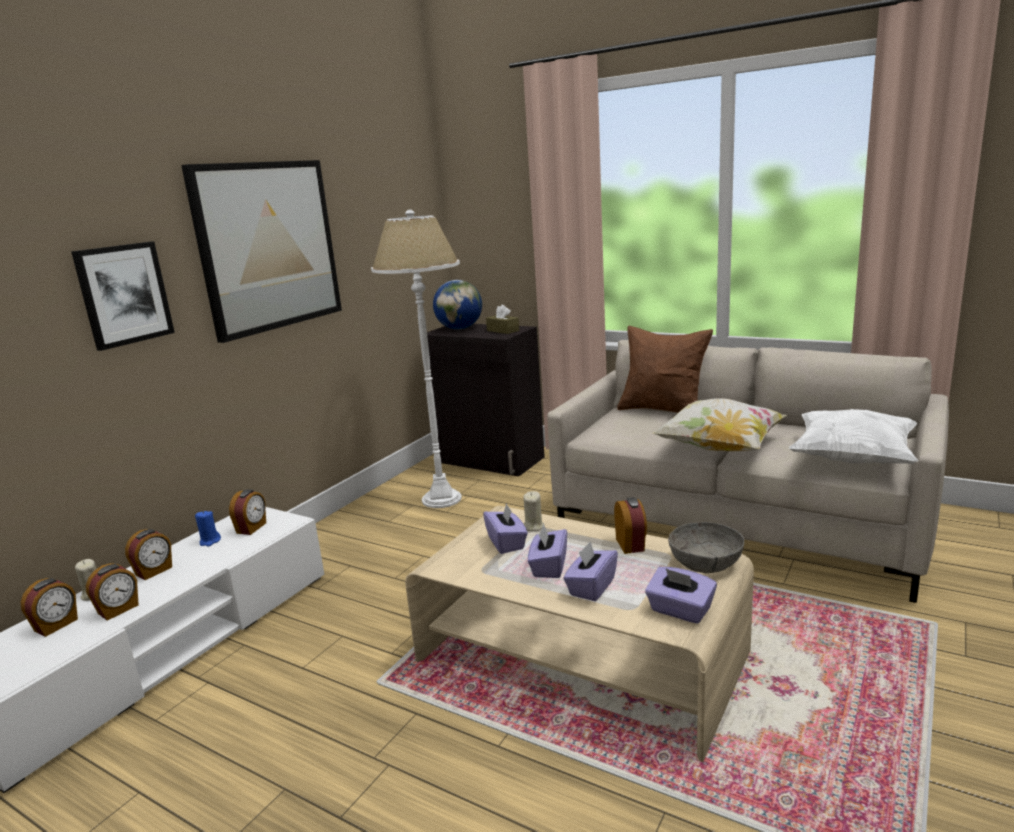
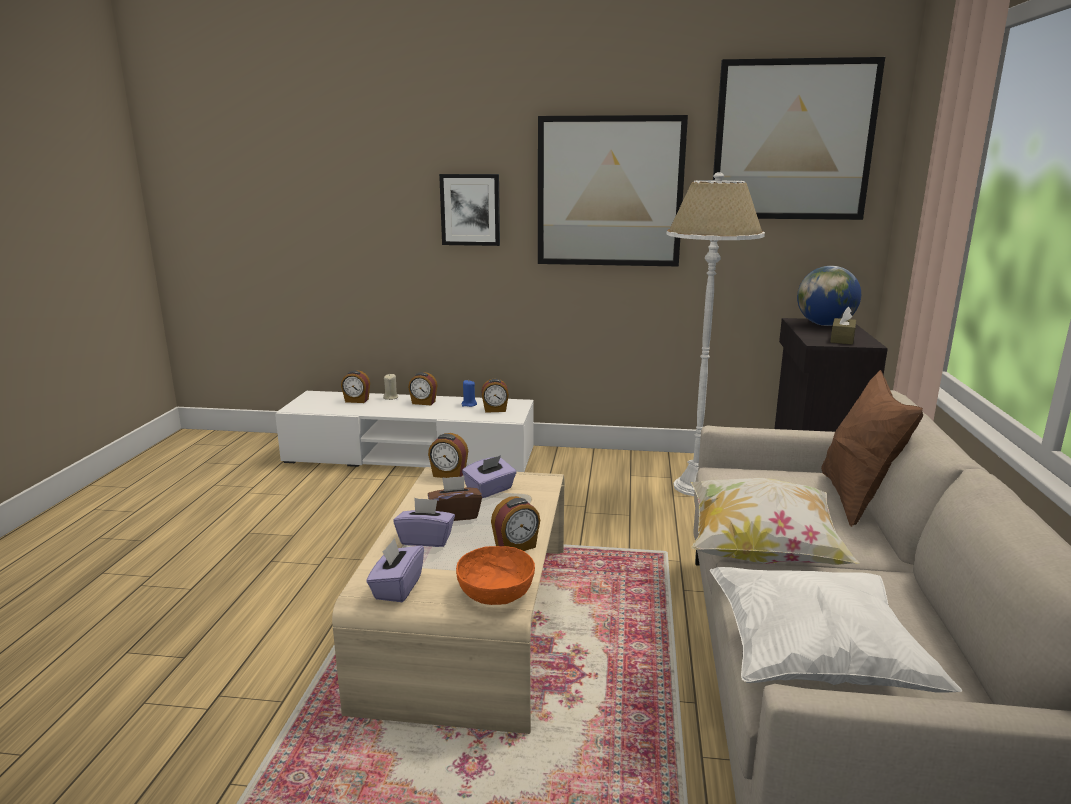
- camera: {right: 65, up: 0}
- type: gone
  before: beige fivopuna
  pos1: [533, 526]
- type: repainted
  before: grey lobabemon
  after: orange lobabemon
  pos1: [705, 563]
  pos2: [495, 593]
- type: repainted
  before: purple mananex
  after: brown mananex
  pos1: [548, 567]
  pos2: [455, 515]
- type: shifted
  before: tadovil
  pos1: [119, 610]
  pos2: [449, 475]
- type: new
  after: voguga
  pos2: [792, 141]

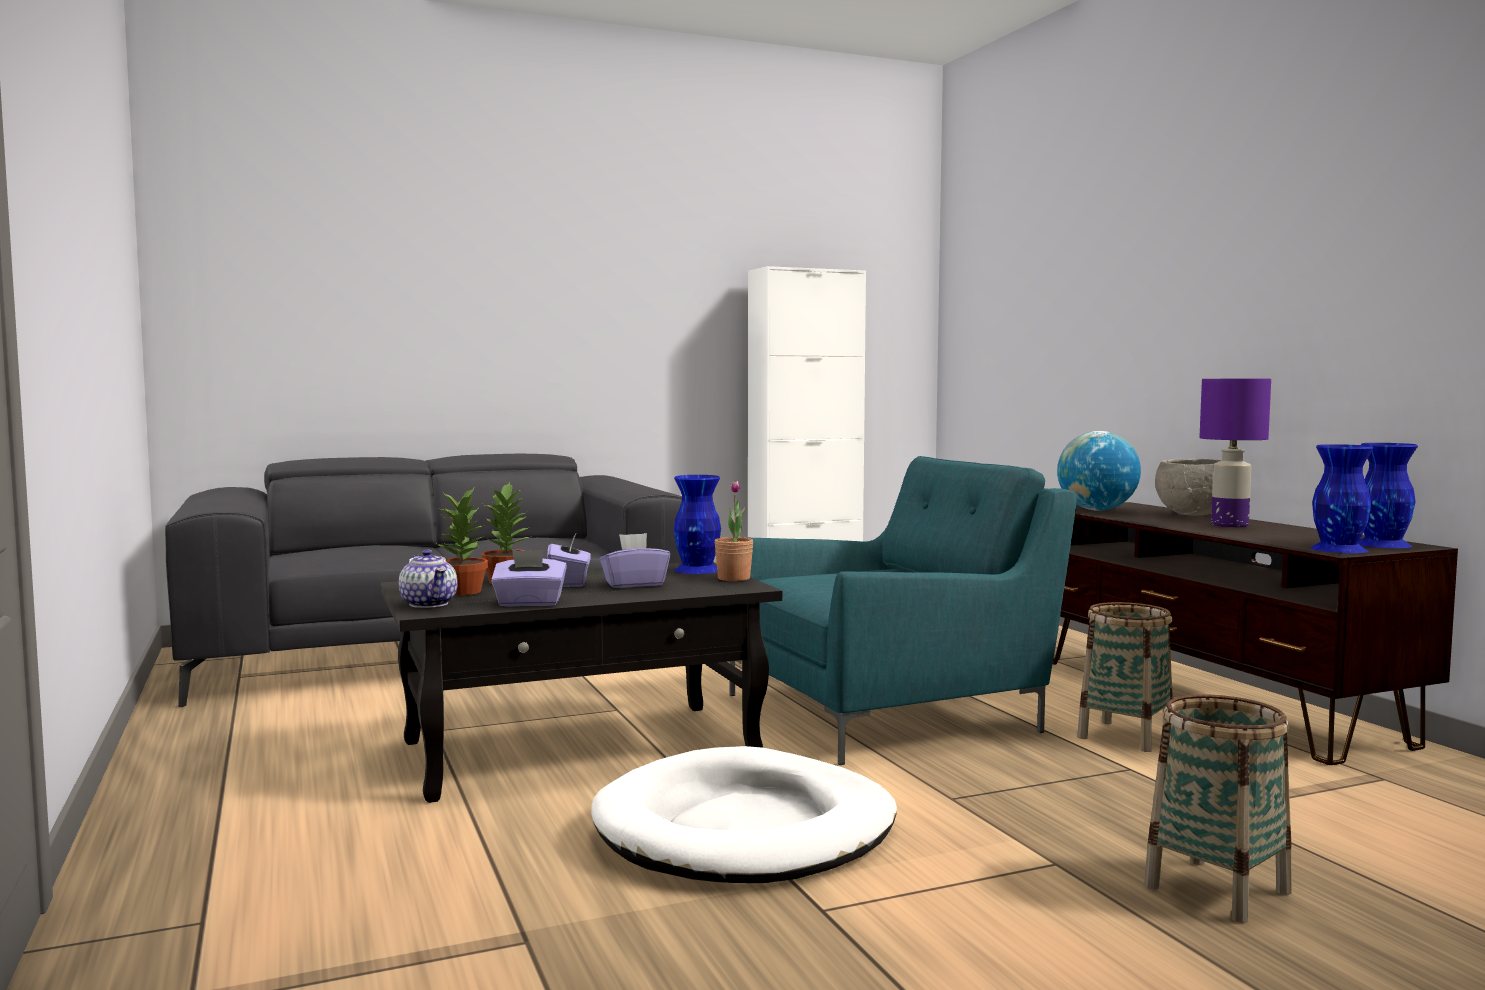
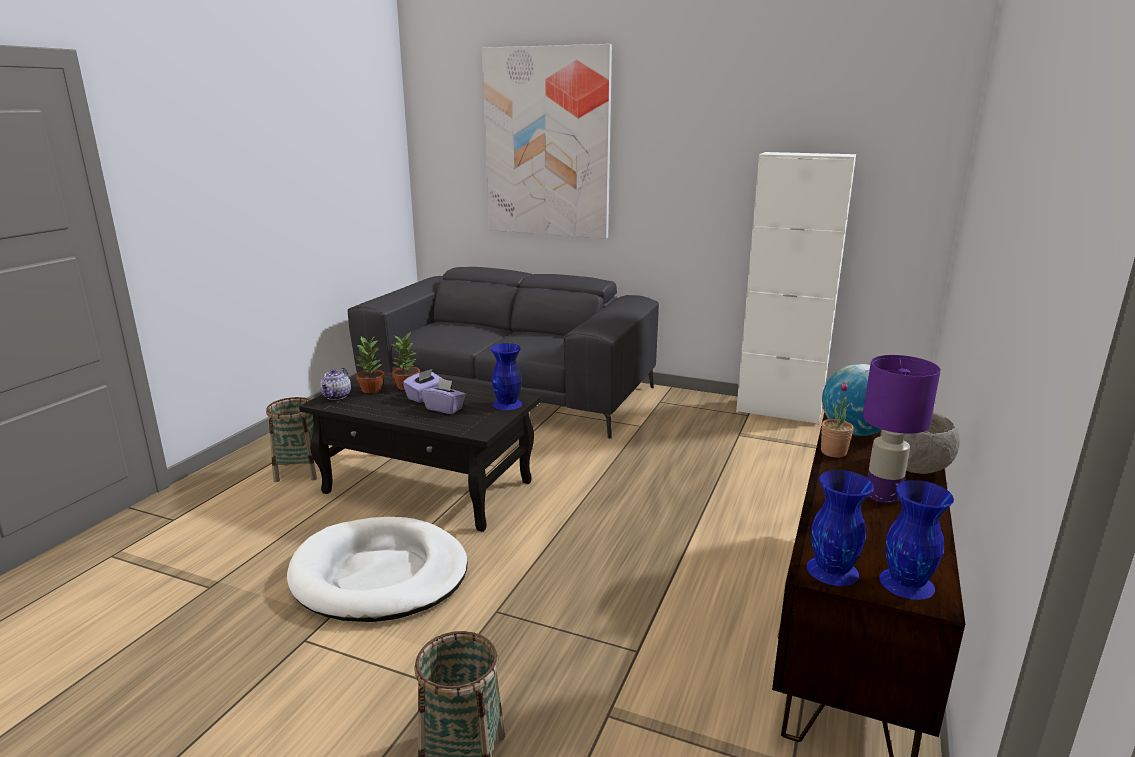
- camera: {right: 45, up: 15}
- type: gone
  before: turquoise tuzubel
  pos1: [890, 711]
- type: shifted
  before: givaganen
  pos1: [733, 578]
  pos2: [833, 452]
- type: gone
  before: purple mananex
  pos1: [529, 603]
- type: shifted
  before: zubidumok
  pos1: [1125, 736]
  pos2: [299, 471]
- type: new
  after: voguga
  pos2: [547, 143]

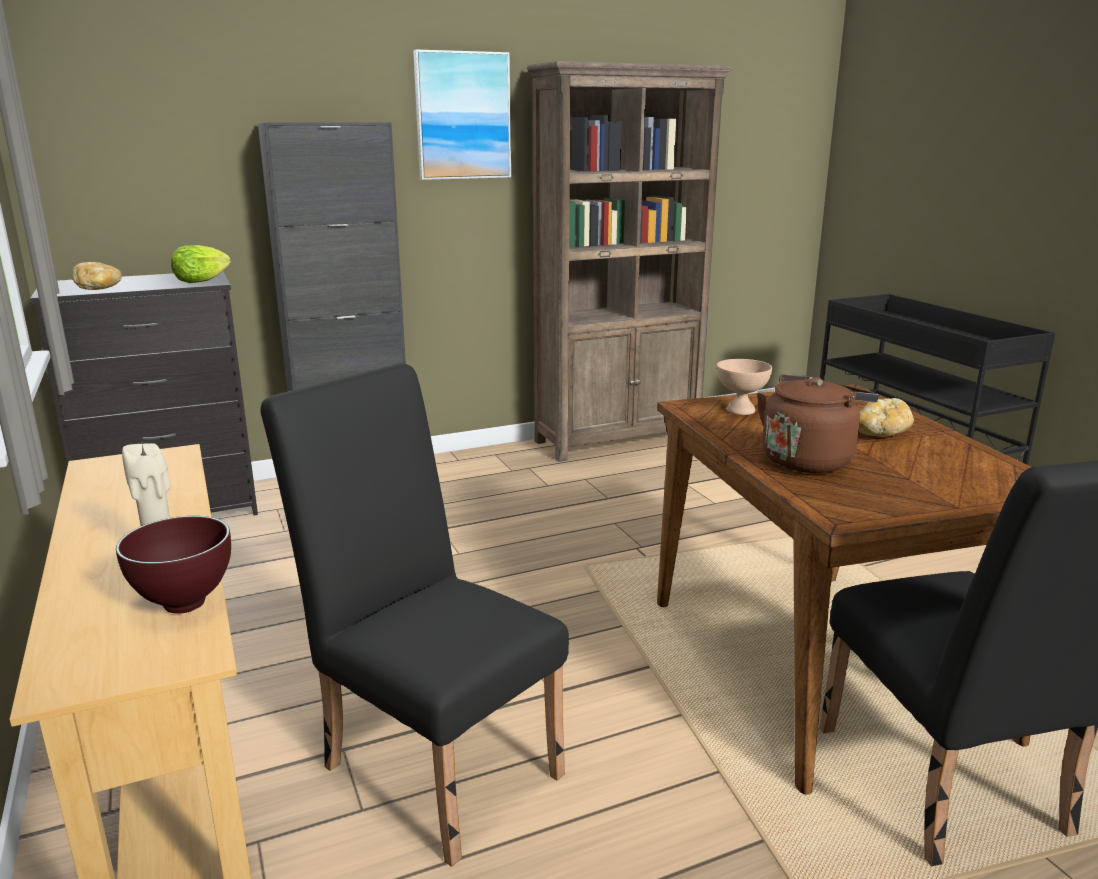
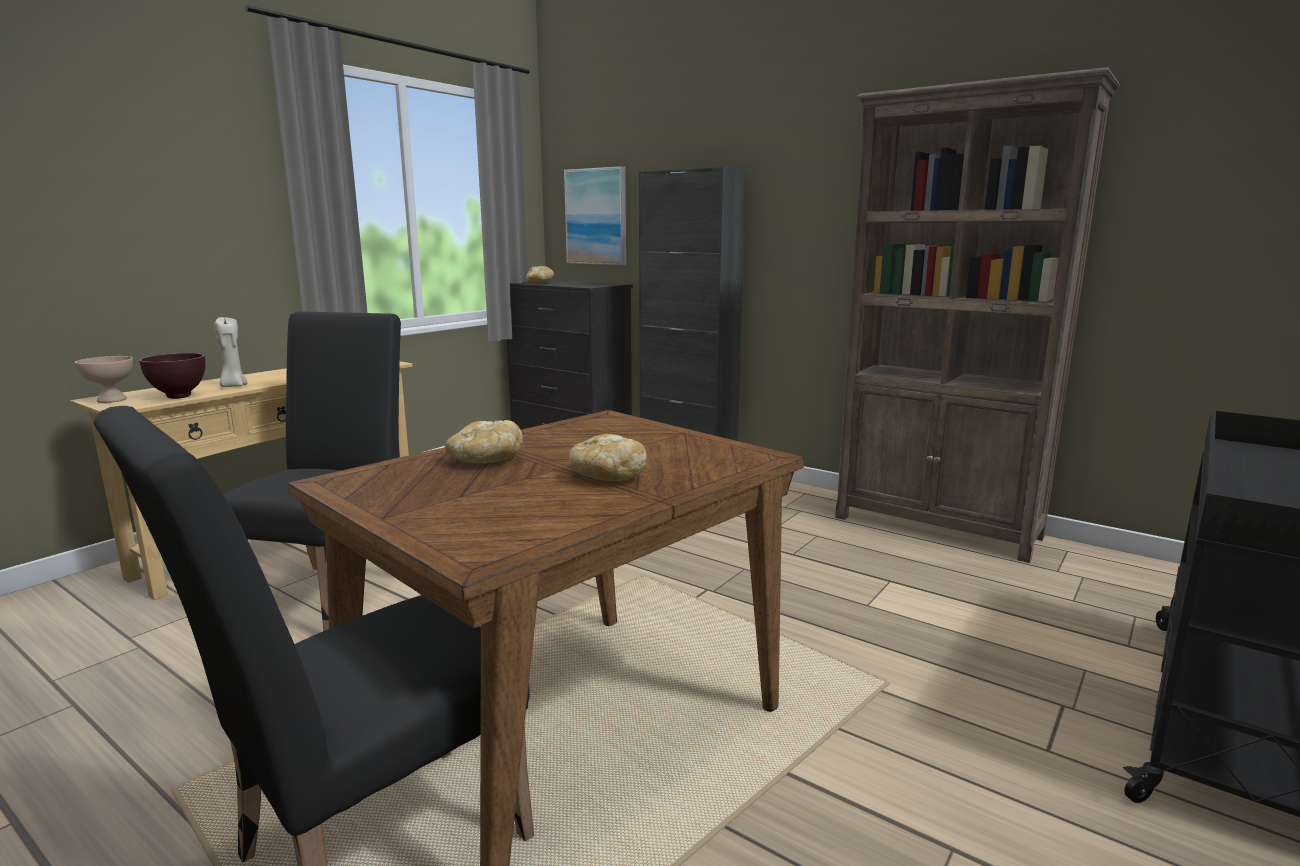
- camera: {right: 60, up: -5}
- type: shifted
  before: voguga
  pos1: [463, 116]
  pos2: [596, 217]
- type: gone
  before: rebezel
  pos1: [200, 281]
- type: shifted
  before: beige lobabemon
  pos1: [740, 410]
  pos2: [113, 400]
- type: swapped
  before: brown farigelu
  after: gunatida
  pos1: [809, 460]
  pos2: [485, 461]

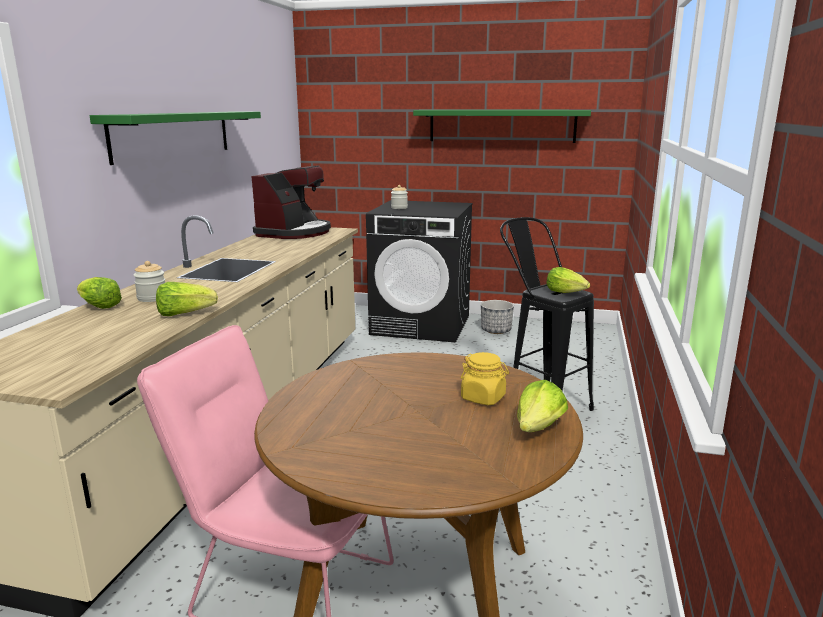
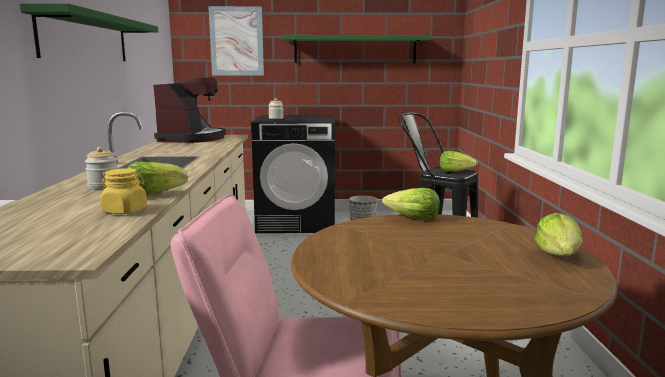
- camera: {right: -15, up: -5}
- type: shifted
  before: rebezel
  pos1: [98, 306]
  pos2: [412, 218]
- type: shifted
  before: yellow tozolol
  pos1: [483, 398]
  pos2: [125, 211]
- type: new
  after: voguga
  pos2: [236, 41]

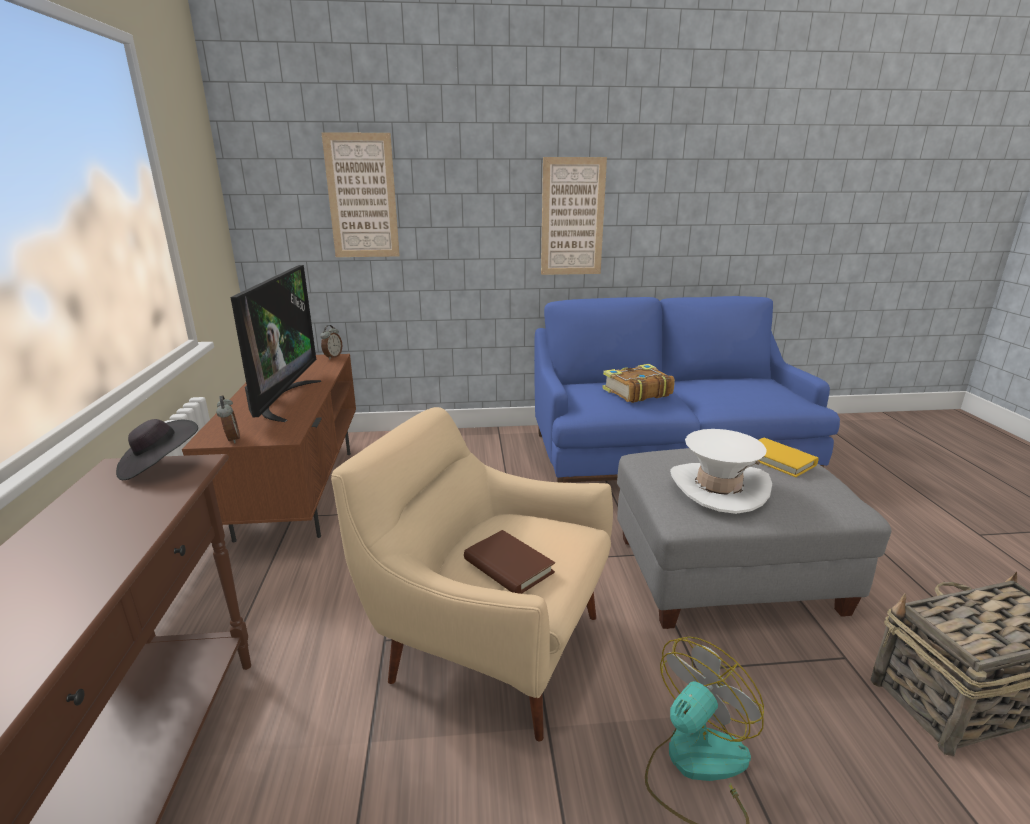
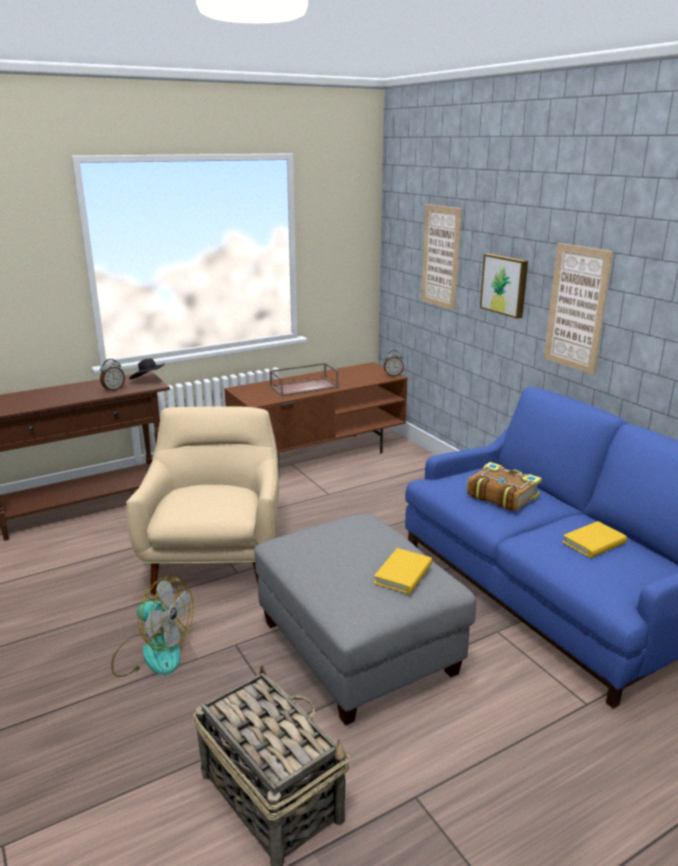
- camera: {right: 65, up: 0}
- type: swapped
  before: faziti
  after: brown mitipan
  pos1: [283, 400]
  pos2: [304, 386]
- type: shifted
  before: tadovil
  pos1: [231, 439]
  pos2: [113, 389]
- type: gone
  before: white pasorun
  pos1: [718, 487]
- type: gone
  before: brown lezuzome
  pos1: [508, 566]
- type: new
  after: voguga
  pos2: [505, 285]
- type: new
  after: yellow lezuzome
  pos2: [594, 543]

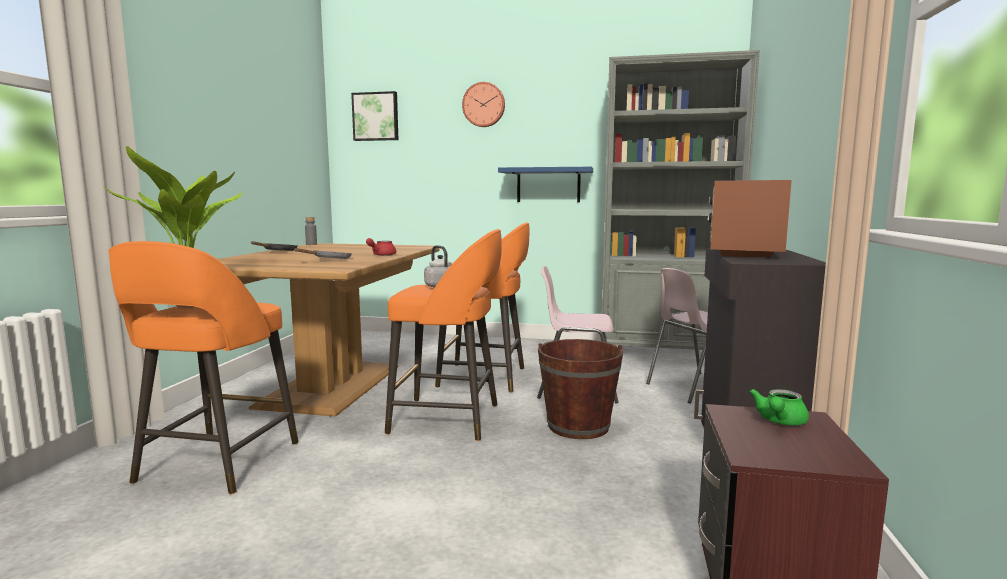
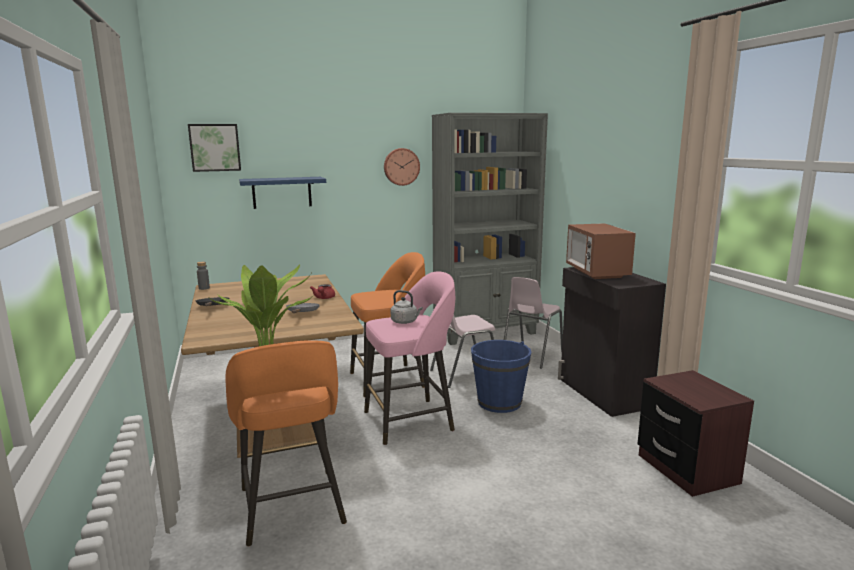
- camera: {right: -30, up: 5}
- type: shifted
  before: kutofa
  pos1: [484, 105]
  pos2: [401, 166]
- type: shifted
  before: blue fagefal
  pos1: [548, 185]
  pos2: [282, 192]
- type: repainted
  before: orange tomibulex
  after: pink tomibulex
  pos1: [448, 419]
  pos2: [411, 420]
- type: repainted
  before: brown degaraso
  after: blue degaraso
  pos1: [578, 426]
  pos2: [499, 402]
- type: gone
  before: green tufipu
  pos1: [779, 421]

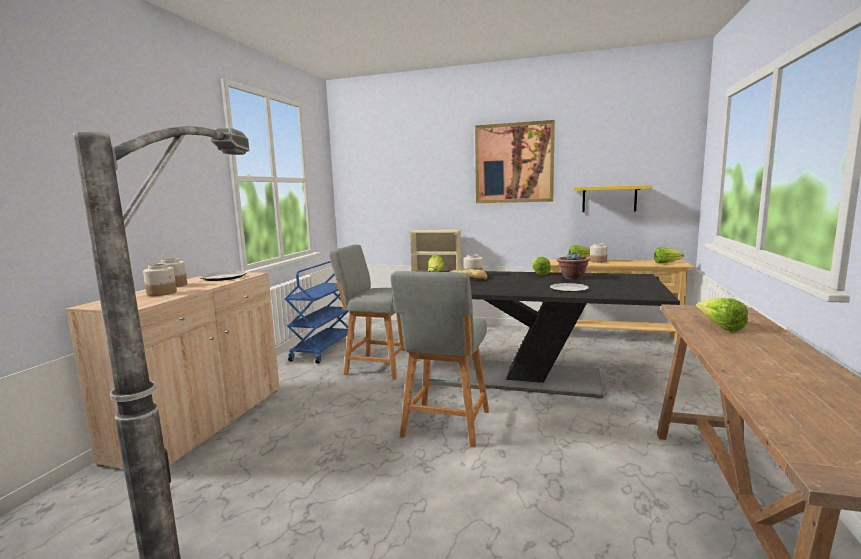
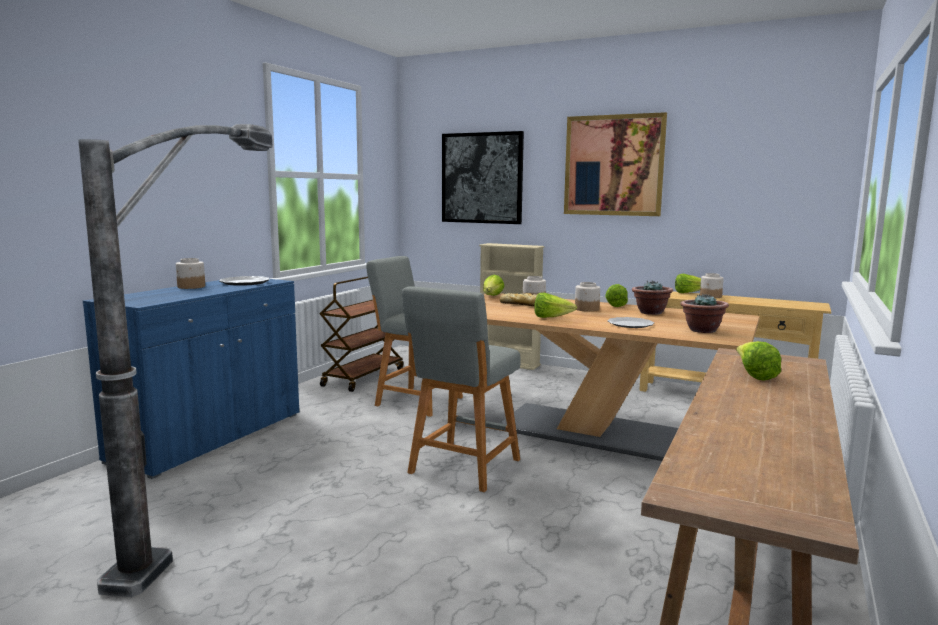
- camera: {right: 10, up: 0}
- type: gone
  before: yellow fagefal
  pos1: [609, 199]
- type: shifted
  before: rebezel
  pos1: [666, 263]
  pos2: [551, 318]
- type: repainted
  before: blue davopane
  after: brown davopane
  pos1: [323, 349]
  pos2: [363, 377]
- type: shifted
  before: tozolol
  pos1: [162, 293]
  pos2: [587, 309]
- type: repainted
  before: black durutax
  after: beige durutax
  pos1: [529, 378]
  pos2: [587, 431]
- type: repainted
  before: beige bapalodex
  after: blue bapalodex
  pos1: [202, 423]
  pos2: [210, 437]
- type: new
  after: voguga
  pos2: [482, 178]
- type: new
  after: givaganen
  pos2: [702, 330]

